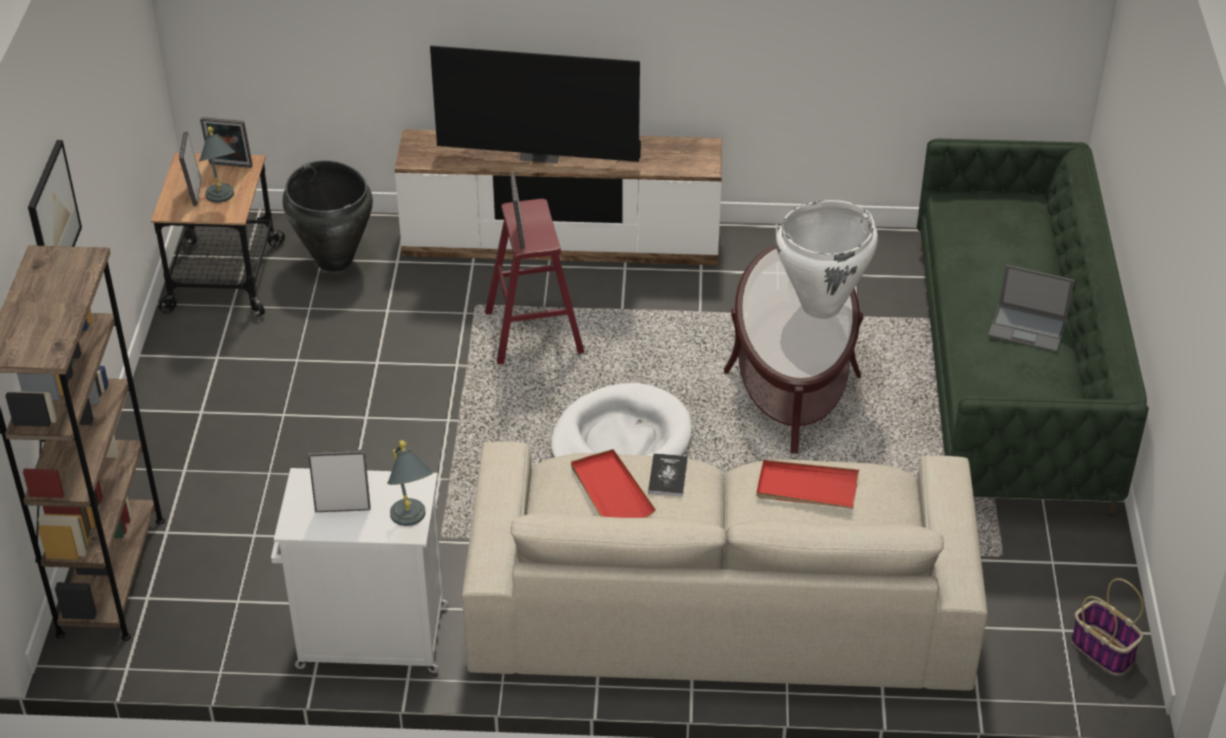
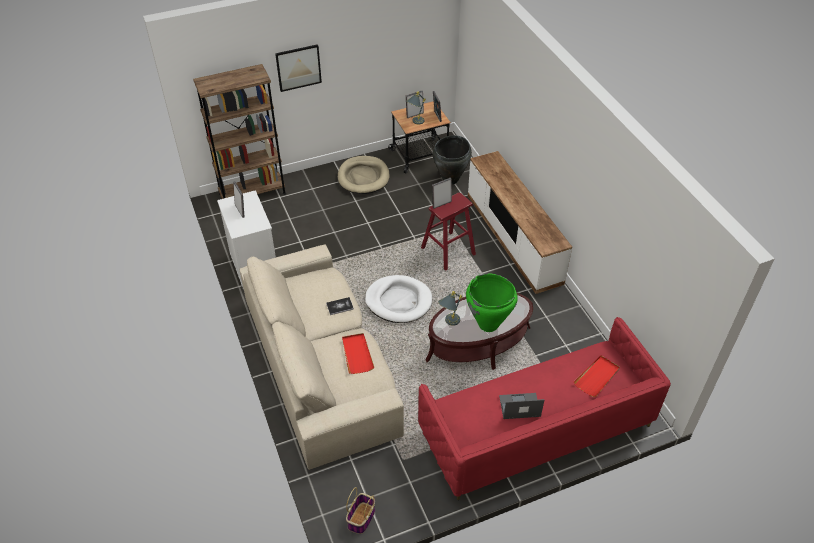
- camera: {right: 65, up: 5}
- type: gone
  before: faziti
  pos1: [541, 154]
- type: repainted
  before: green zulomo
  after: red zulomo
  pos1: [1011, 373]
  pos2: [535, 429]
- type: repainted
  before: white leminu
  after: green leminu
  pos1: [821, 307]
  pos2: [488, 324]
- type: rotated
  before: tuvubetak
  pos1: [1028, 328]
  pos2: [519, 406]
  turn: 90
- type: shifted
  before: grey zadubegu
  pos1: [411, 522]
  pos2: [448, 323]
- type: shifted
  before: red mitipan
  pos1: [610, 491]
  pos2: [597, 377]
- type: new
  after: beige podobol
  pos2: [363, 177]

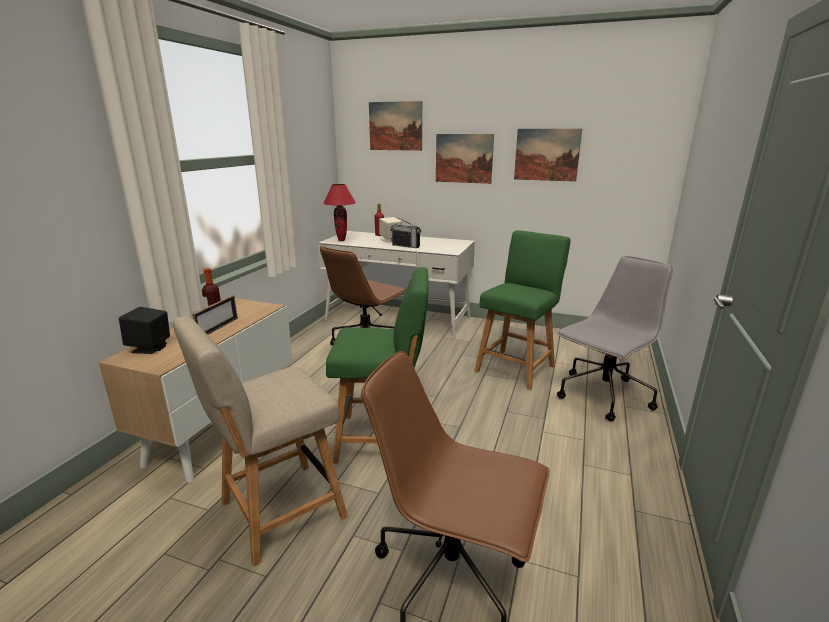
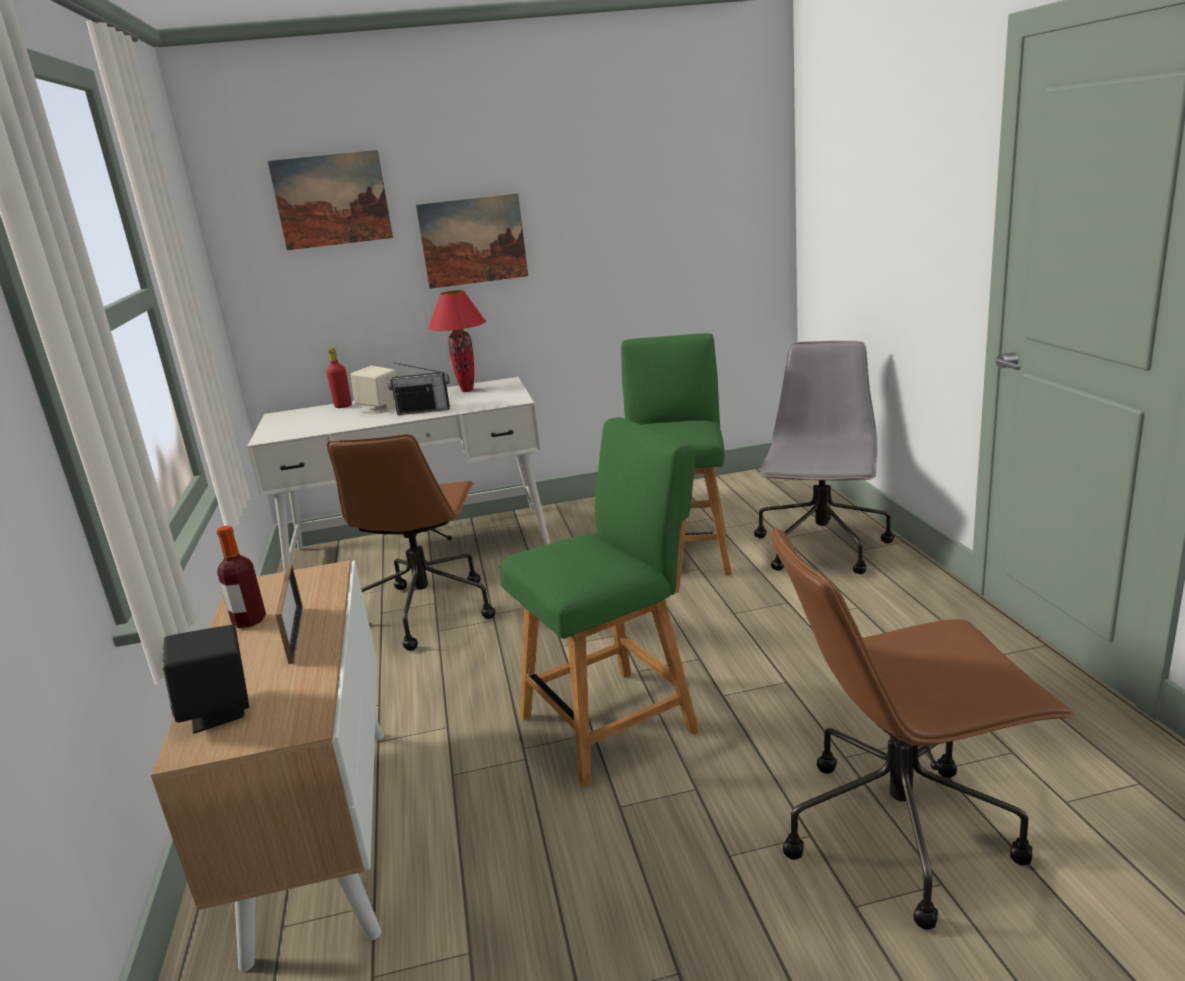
- camera: {right: -30, up: 0}
- type: gone
  before: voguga
  pos1: [546, 154]
- type: shifted
  before: red zadubegu
  pos1: [341, 240]
  pos2: [467, 390]
- type: gone
  before: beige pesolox
  pos1: [276, 513]

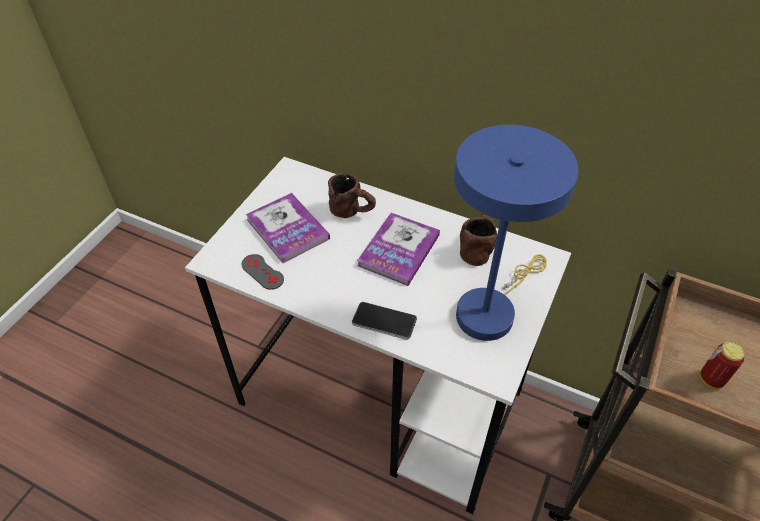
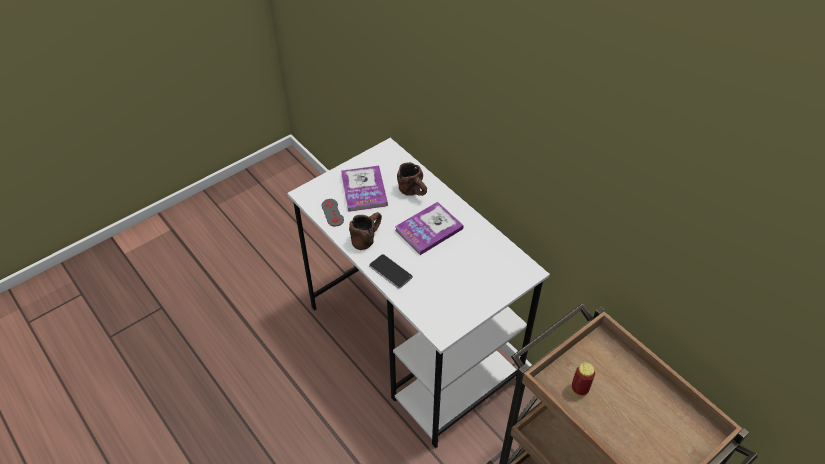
- camera: {right: 25, up: 0}
- type: gone
  before: blue zadubegu
  pos1: [490, 309]
- type: shifted
  before: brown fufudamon
  pos1: [477, 247]
  pos2: [367, 237]

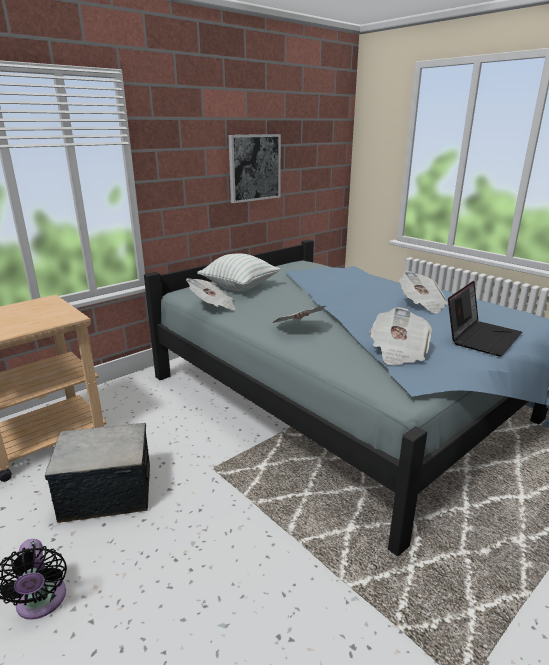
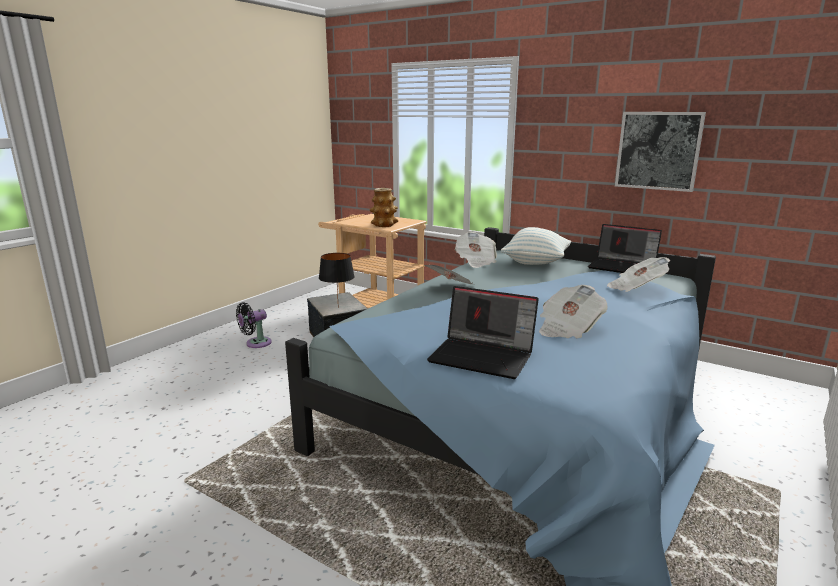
- camera: {right: 75, up: -5}
- type: shifted
  before: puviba
  pos1: [398, 352]
  pos2: [636, 288]
- type: new
  after: leminu
  pos2: [384, 225]
- type: new
  after: tuvubetak
  pos2: [623, 267]
- type: new
  after: black zadubegu
  pos2: [338, 307]

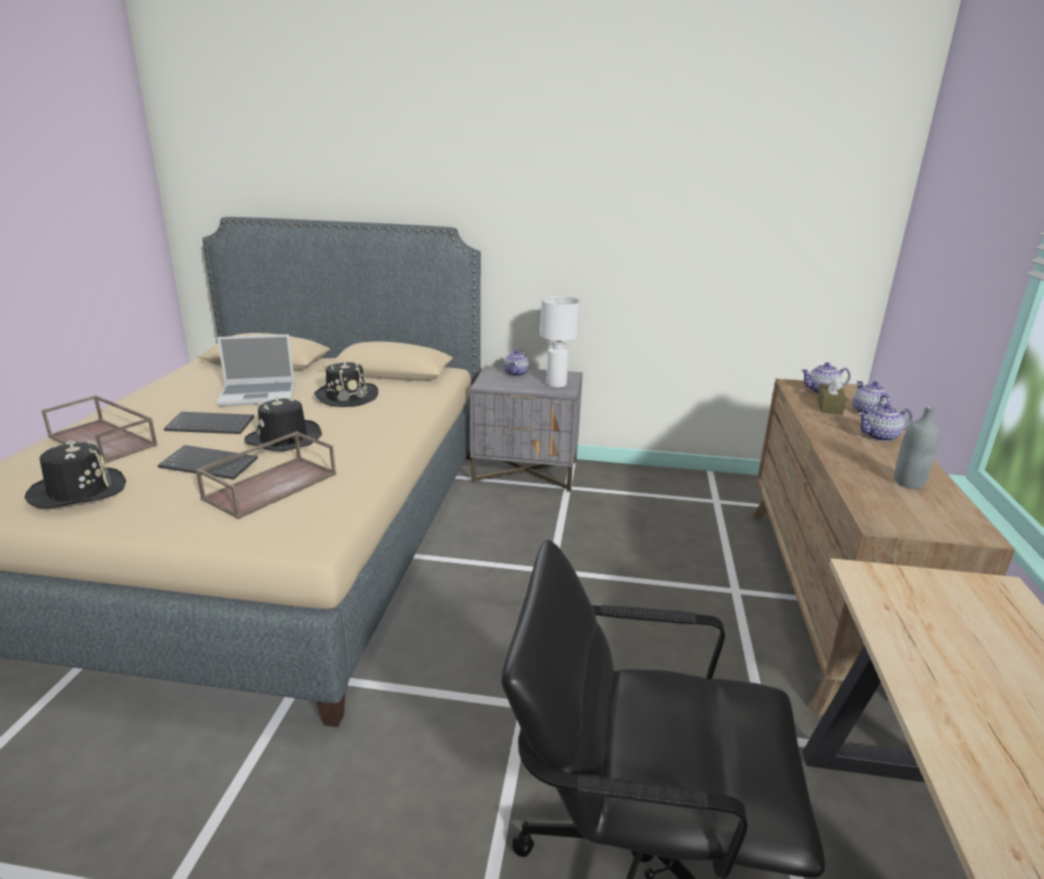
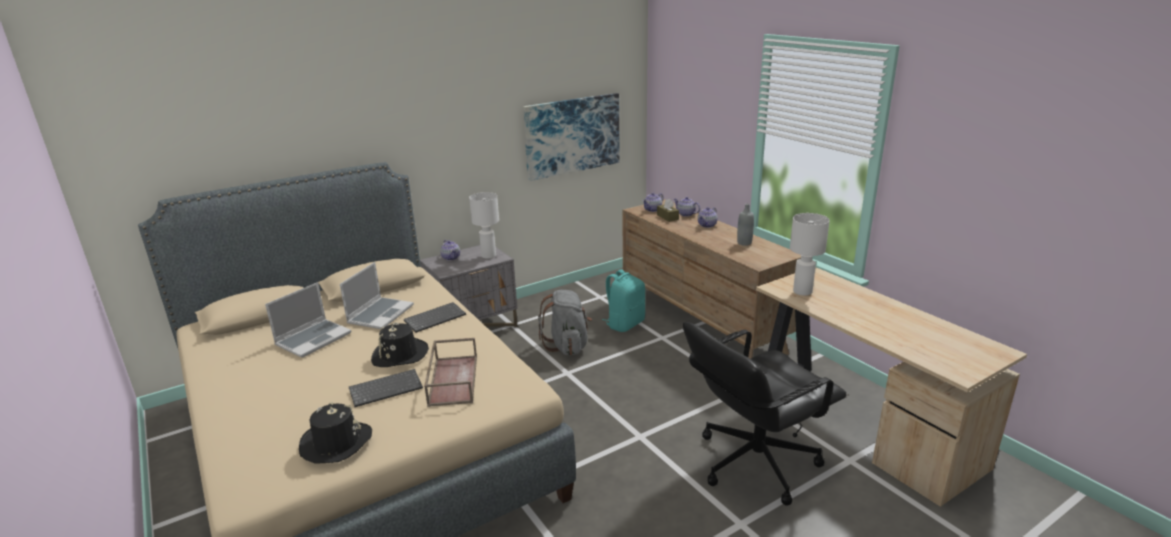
- camera: {right: -40, up: 0}
- type: swapped
  before: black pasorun
  after: tuvubetak
  pos1: [346, 396]
  pos2: [380, 314]
- type: gone
  before: brown mitipan
  pos1: [104, 441]
- type: shifted
  before: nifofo
  pos1: [212, 424]
  pos2: [435, 318]
- type: new
  after: voguga
  pos2: [572, 135]
- type: new
  after: white zadubegu
  pos2: [802, 291]
- type: new
  after: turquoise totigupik
  pos2: [625, 324]
- type: new
  after: grey totigupik
  pos2: [567, 346]

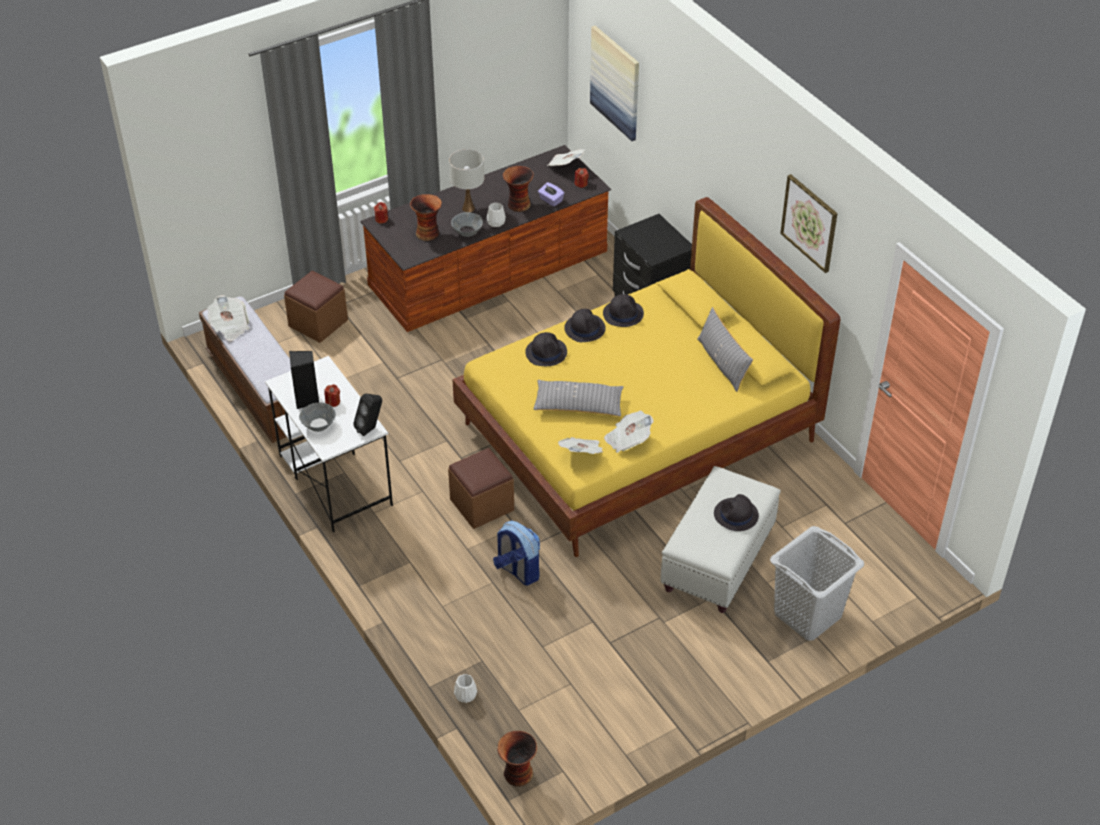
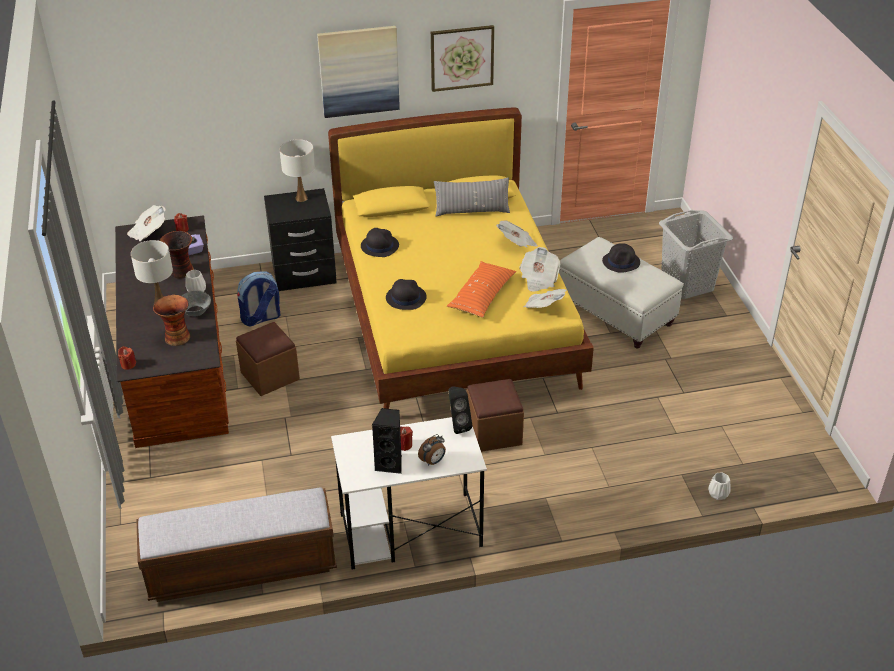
- camera: {right: -70, up: -5}
- type: shifted
  before: voguga
  pos1: [616, 82]
  pos2: [359, 71]
- type: shifted
  before: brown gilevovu
  pos1: [318, 323]
  pos2: [270, 376]
- type: shifted
  before: puviba
  pos1: [230, 327]
  pos2: [517, 243]
- type: gone
  before: black pasorun
  pos1: [585, 328]
- type: repainted
  before: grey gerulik
  after: orange gerulik
  pos1: [578, 405]
  pos2: [481, 296]
- type: swapped
  before: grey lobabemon
  after: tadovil
  pos1: [319, 425]
  pos2: [433, 461]
- type: shifted
  before: totigupik
  pos1: [517, 571]
  pos2: [261, 318]
- type: gone
  before: leminu
  pos1: [517, 774]
- type: new
  after: white zadubegu
  pos2: [301, 198]

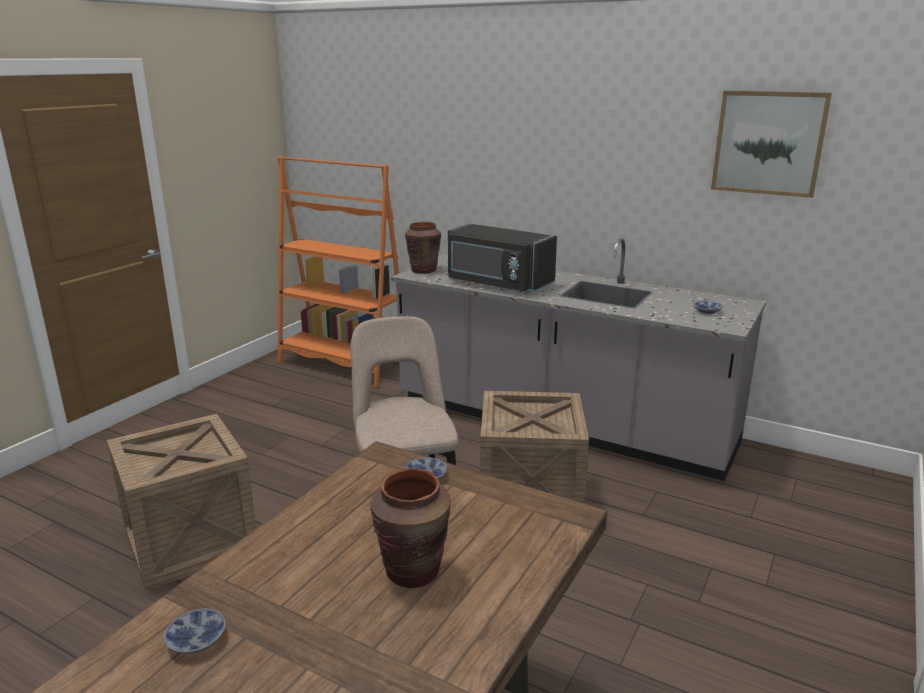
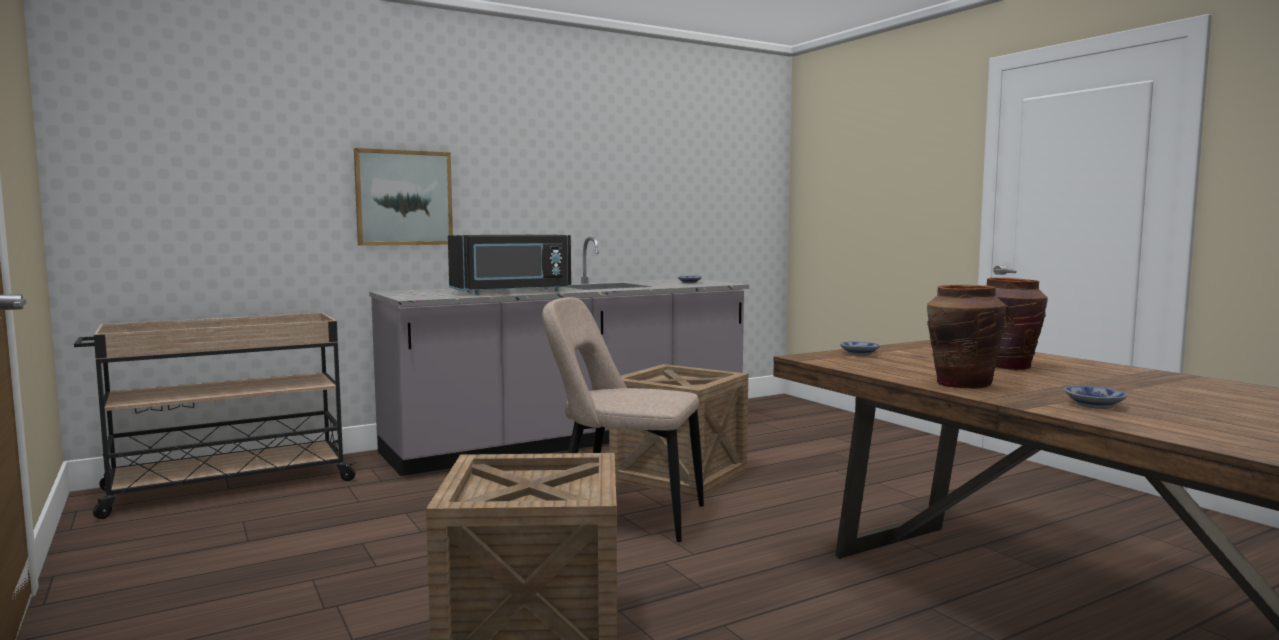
- camera: {right: -60, up: -15}
- type: shifted
  before: voguga
  pos1: [768, 143]
  pos2: [404, 198]
- type: swapped
  before: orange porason
  after: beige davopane
  pos1: [344, 363]
  pos2: [227, 486]
- type: shifted
  before: brown leminu
  pos1: [423, 271]
  pos2: [962, 384]

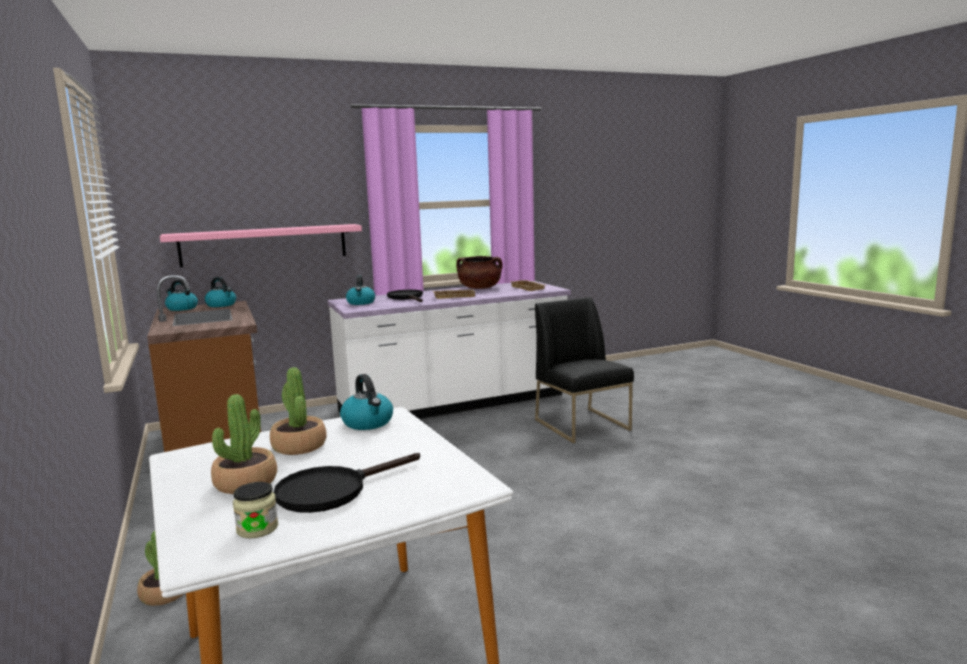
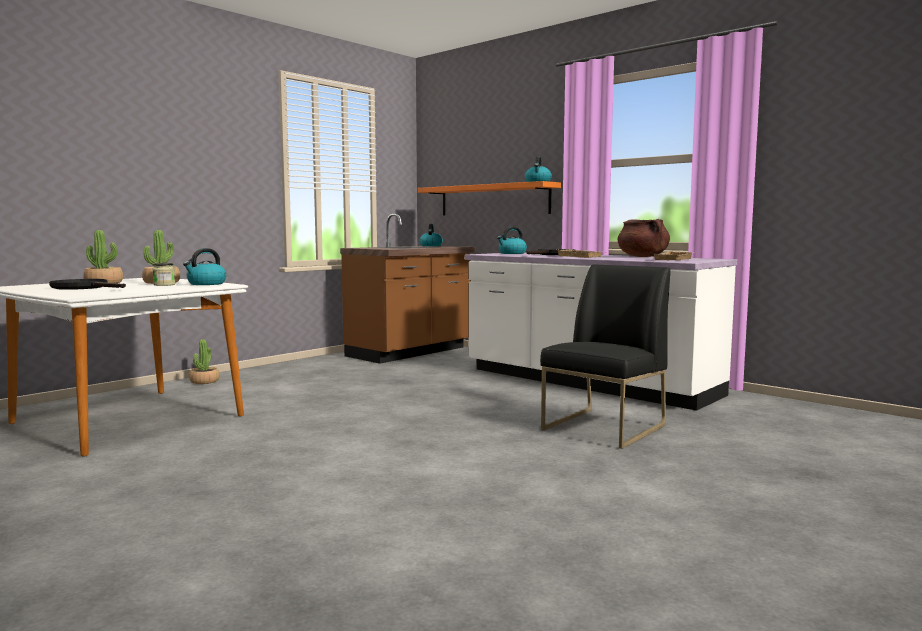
- camera: {right: 65, up: -5}
- type: repainted
  before: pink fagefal
  after: orange fagefal
  pos1: [264, 245]
  pos2: [493, 200]
- type: shifted
  before: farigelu
  pos1: [221, 305]
  pos2: [538, 182]
- type: shifted
  before: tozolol
  pos1: [257, 528]
  pos2: [164, 285]

